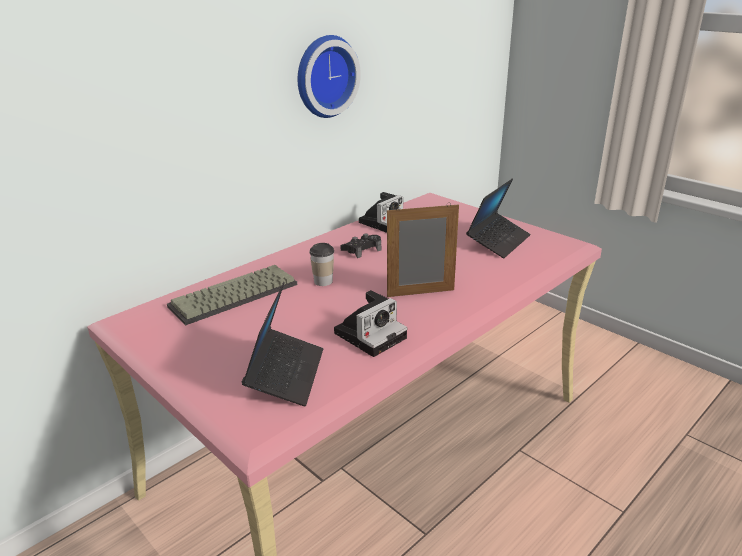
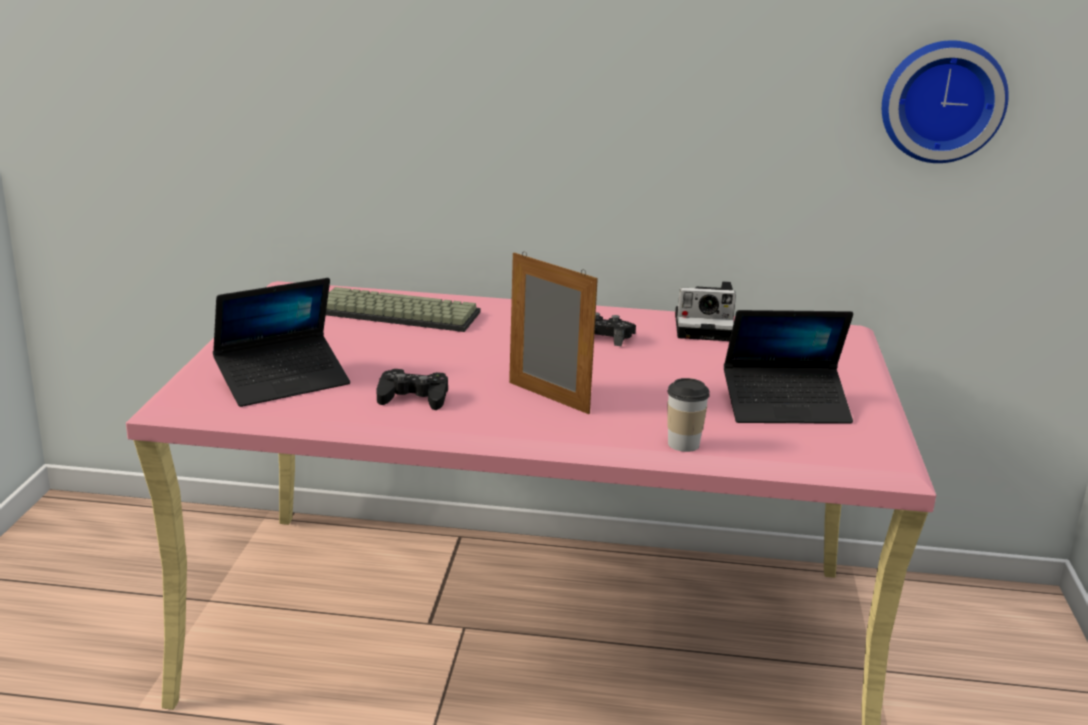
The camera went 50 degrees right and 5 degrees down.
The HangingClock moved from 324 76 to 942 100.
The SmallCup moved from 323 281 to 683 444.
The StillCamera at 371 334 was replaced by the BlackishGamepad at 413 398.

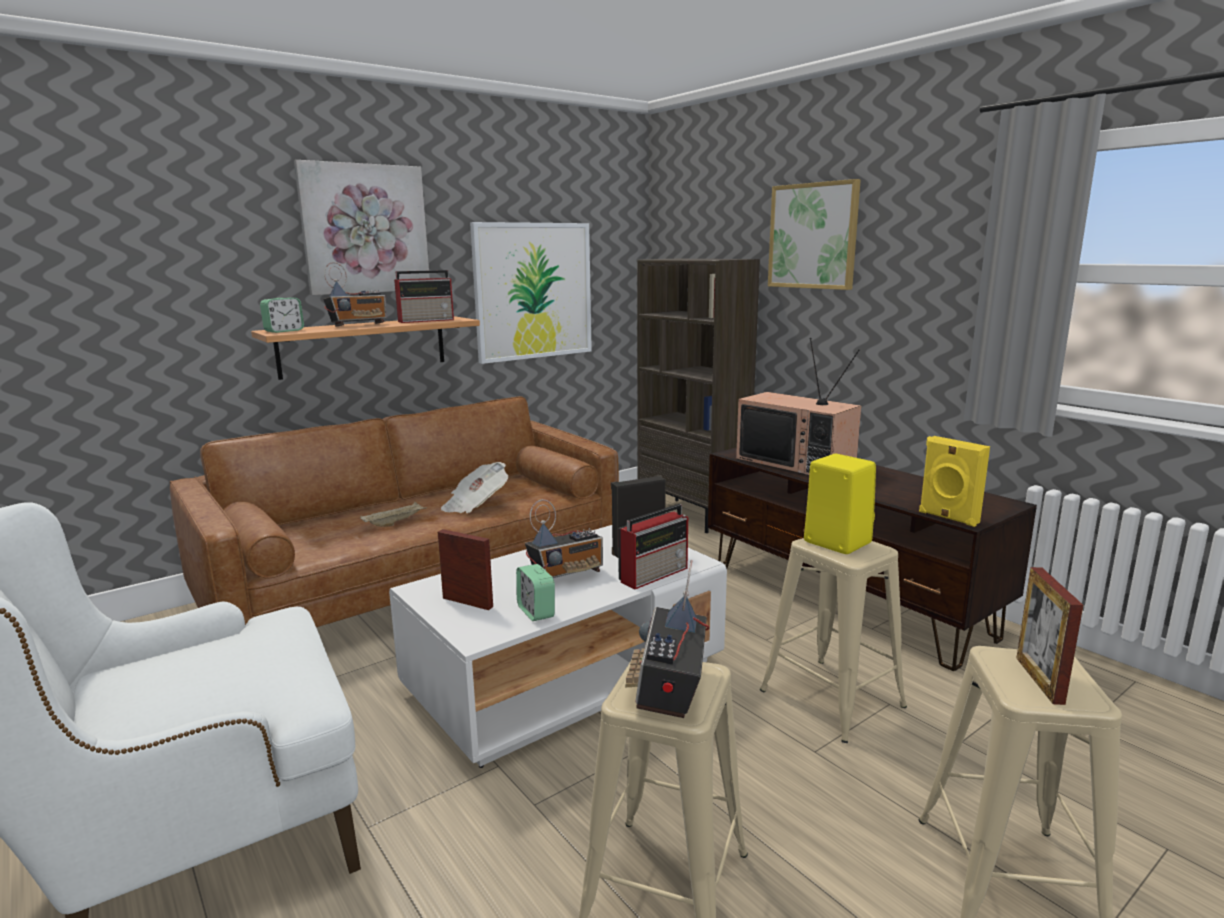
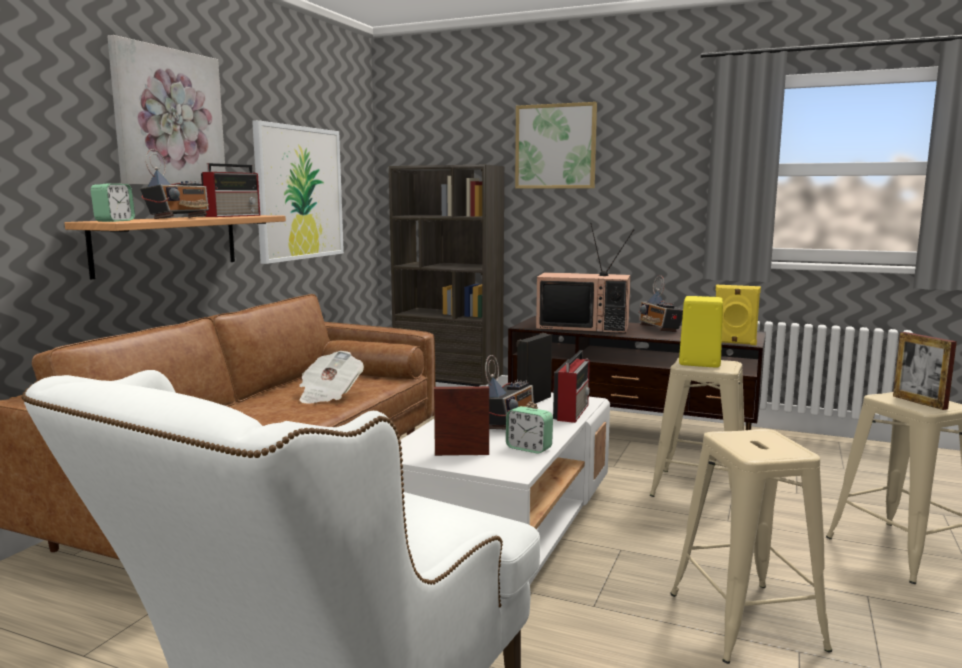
The camera went 30 degrees left and 5 degrees down.
The SandColouredTray at 395 523 disappeared.
The Radio moved from 669 690 to 659 329.

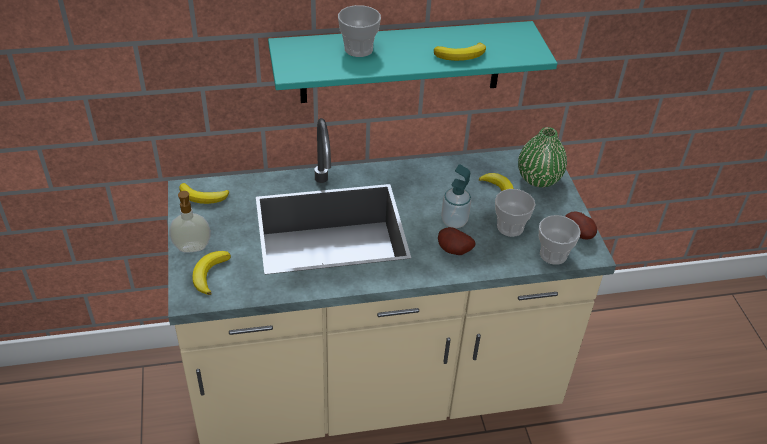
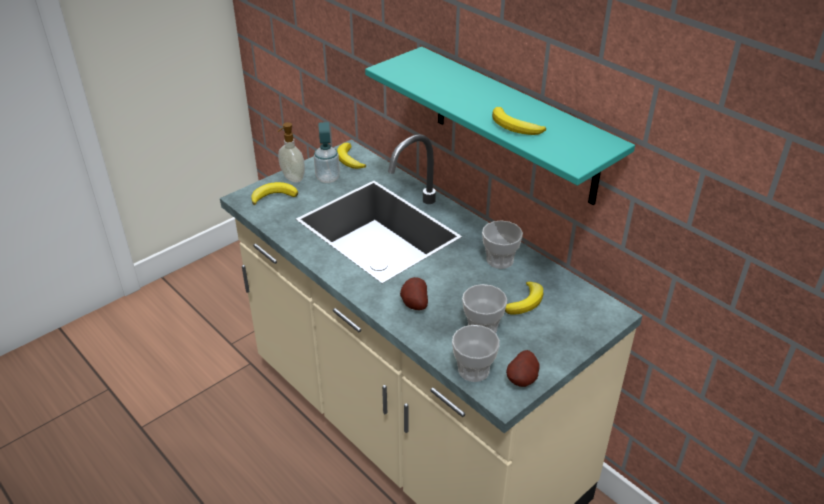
The camera went 60 degrees right and 5 degrees down.
The GreenFlowerVase at 538 179 disappeared.
The SmallCup moved from 358 49 to 500 260.
The SoapBottle moved from 454 221 to 327 178.

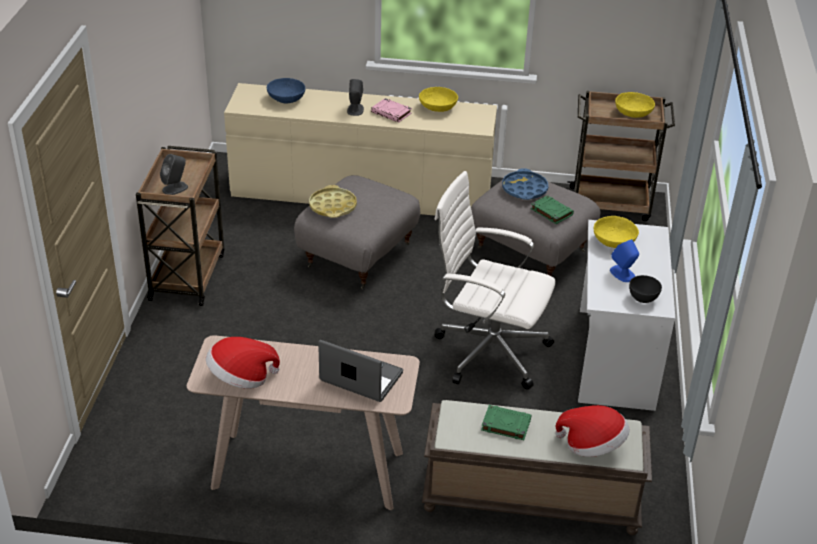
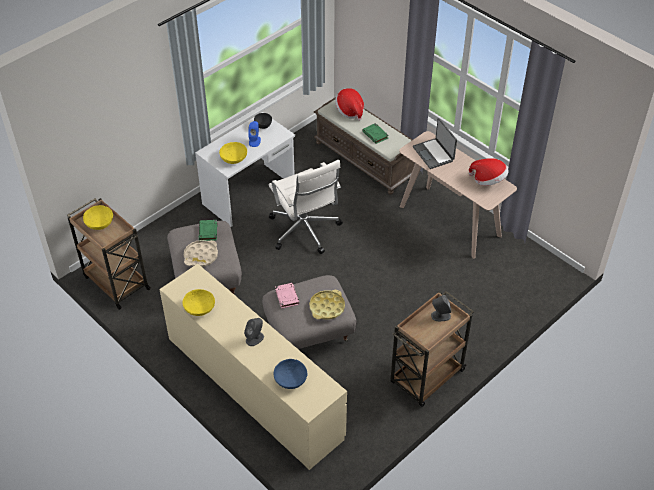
The camera went 140 degrees left and 10 degrees up.
The PinkishVolume moved from 392 113 to 286 296.
The BlueColouredTray at 524 189 became the SandColouredTray at 201 256.

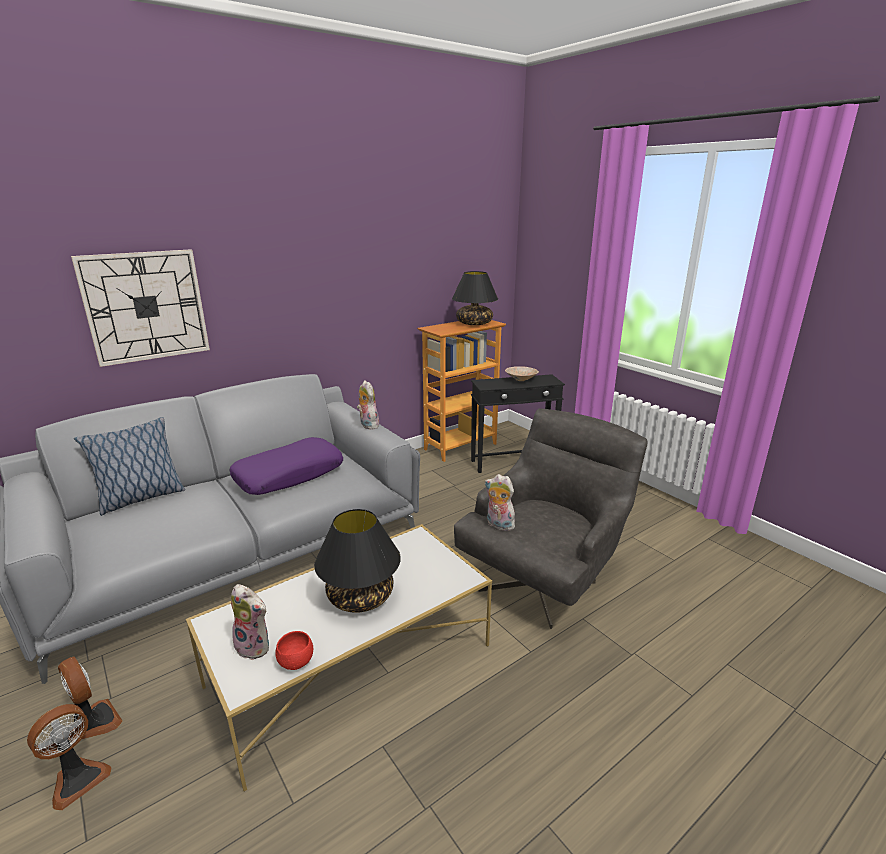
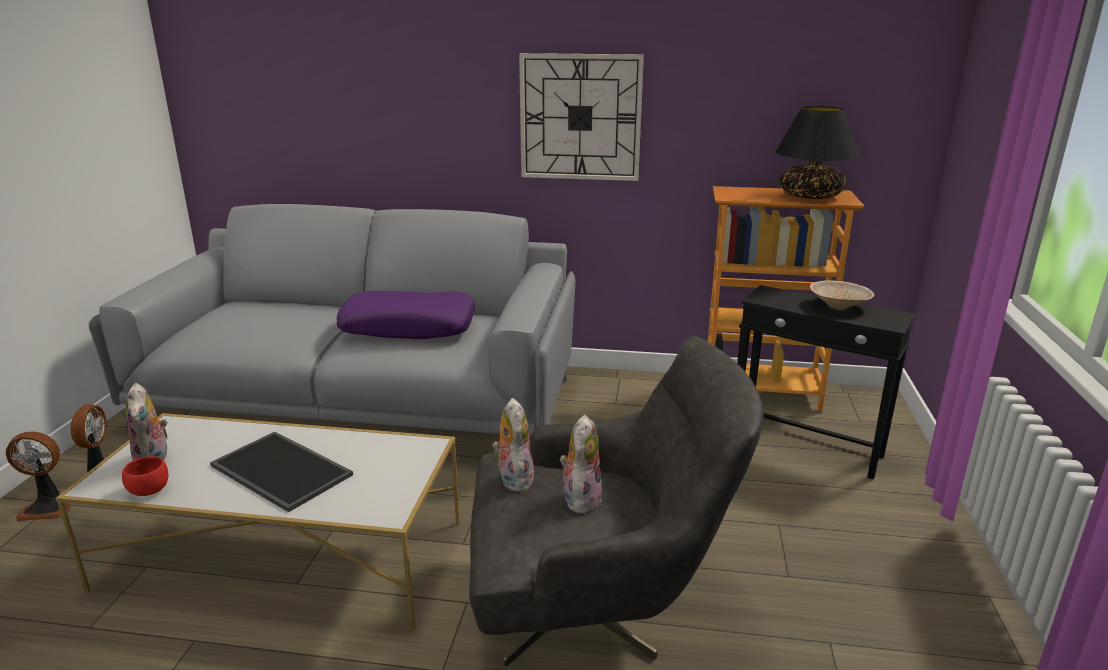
The camera went 45 degrees right and 0 degrees up.
The Cushion at 140 498 disappeared.
The HangingClock moved from 145 306 to 580 117.
The PlushToy moved from 367 425 to 580 498.
The BlackishTabletopLamp at 360 597 was replaced by the Tray at 278 471.

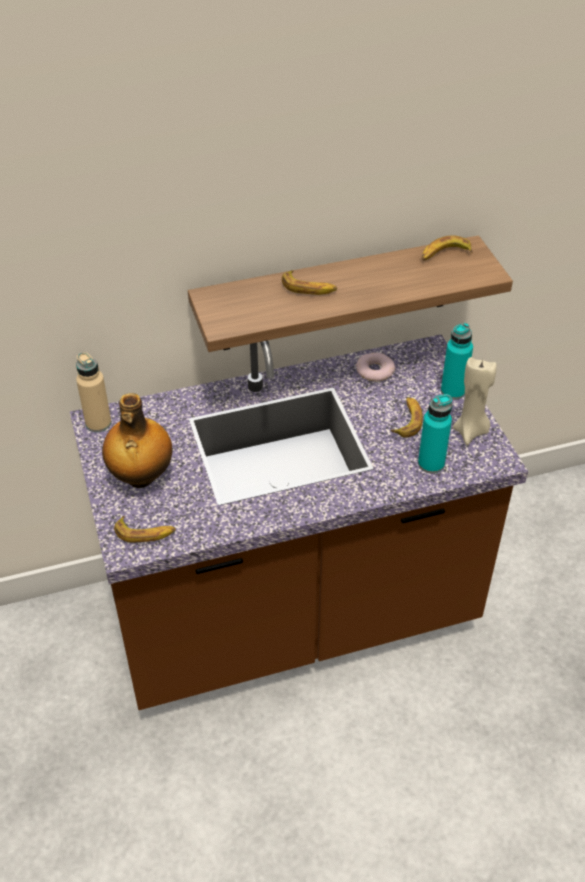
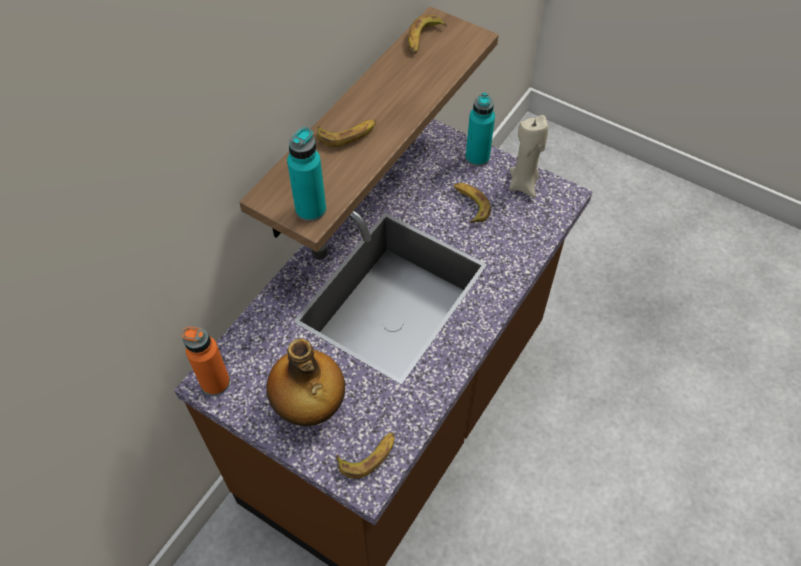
The camera went 40 degrees left and 10 degrees up.
The RingDoughnut at 374 370 disappeared.
The TurquoiseBottle moved from 431 463 to 311 209.
The SandColouredBottle at 98 423 became the OrangeColouredBottle at 215 382.

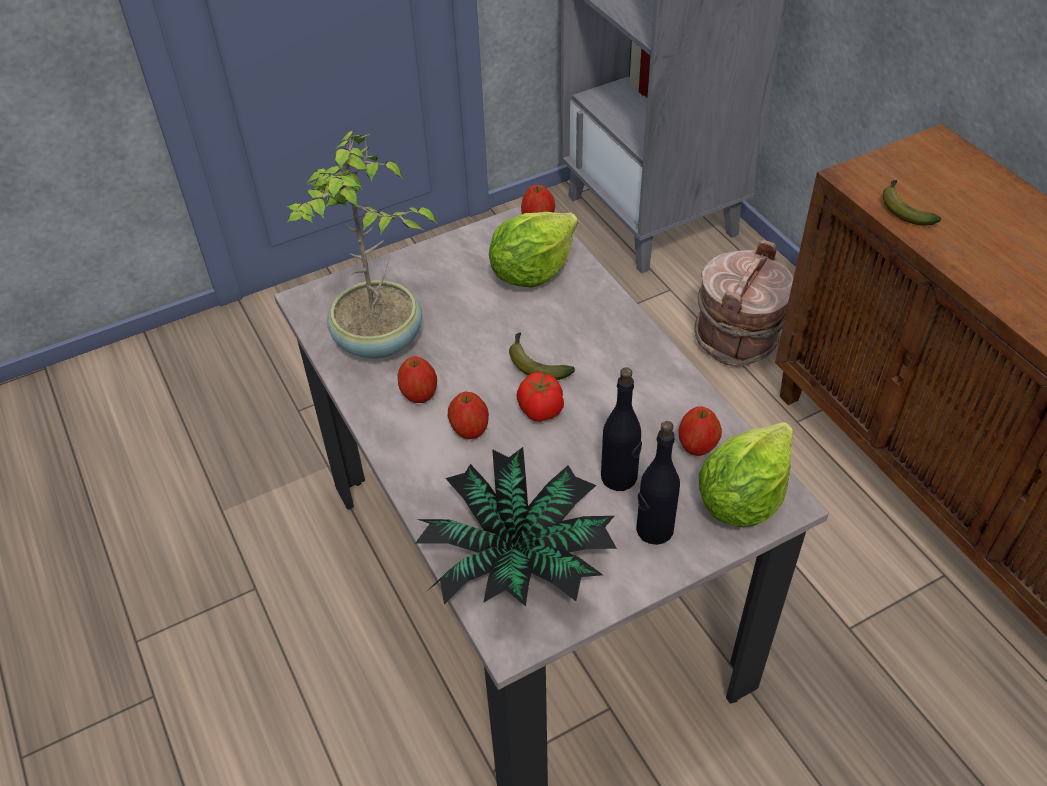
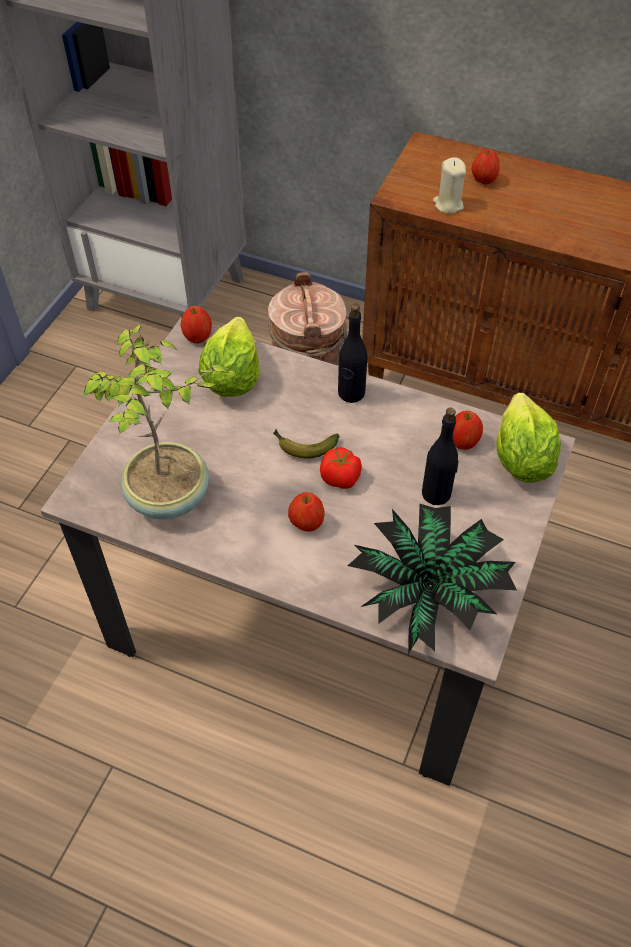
The camera went 40 degrees left and 5 degrees up.
The WholeApple moved from 419 395 to 483 180.
The BlackishBottle moved from 654 529 to 351 393.
The Banana at 904 209 was replaced by the SandColouredWaxLight at 448 205.

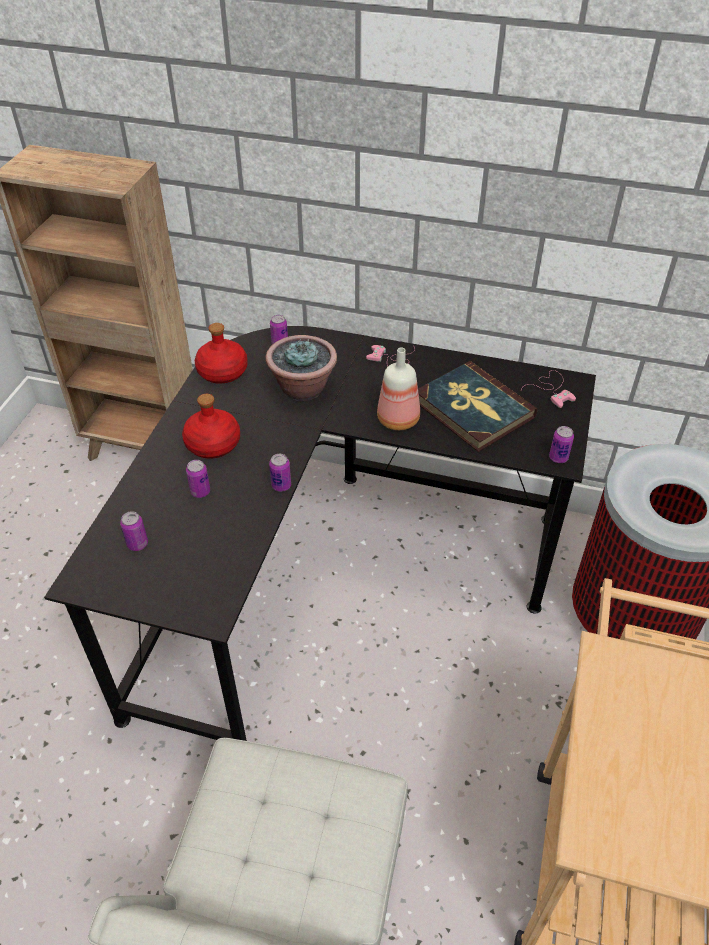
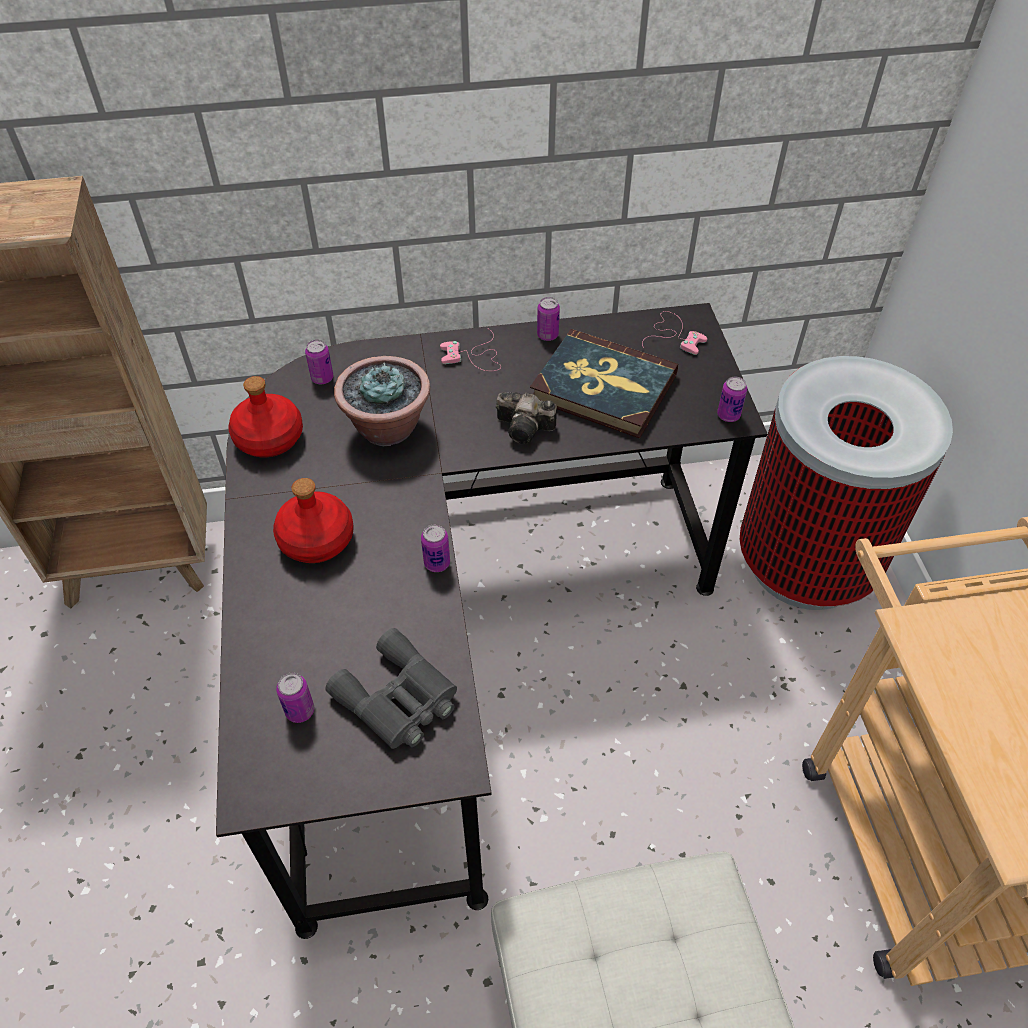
The camera went 25 degrees left and 5 degrees up.
The GrayPairOfBinoculars at 399 700 appeared.
The SealedCan moved from 200 492 to 547 335.
The Bottle at 399 419 was replaced by the StillCamera at 527 428.

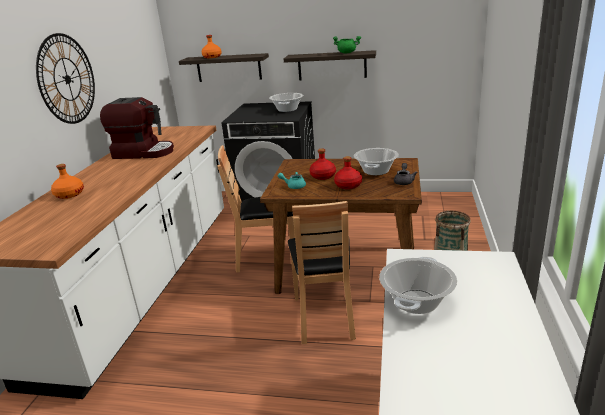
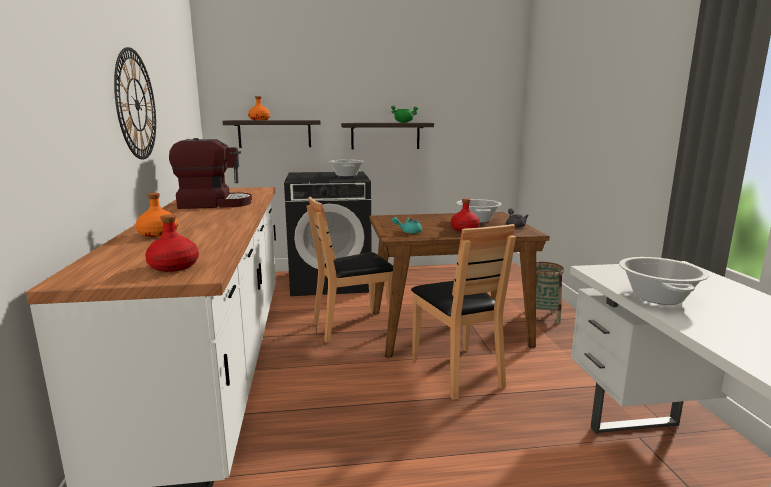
The camera went 20 degrees left and 10 degrees down.
The RedColouredBottle moved from 322 176 to 173 266.

